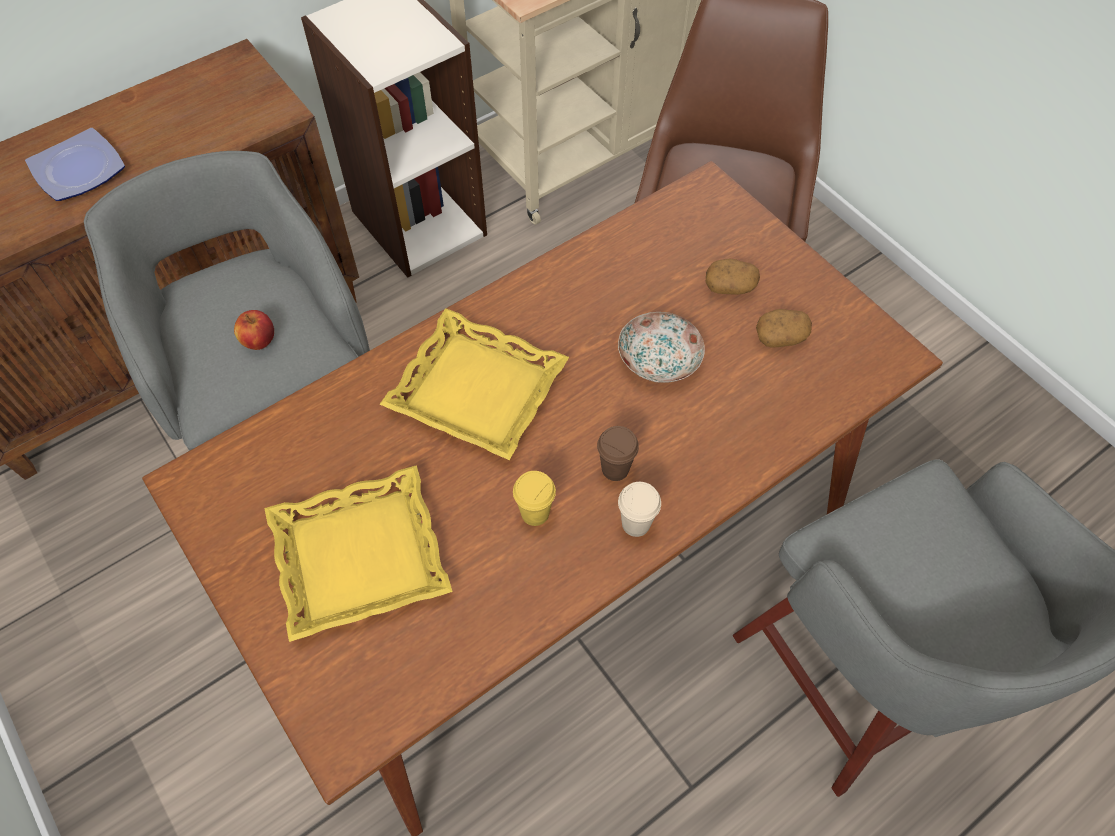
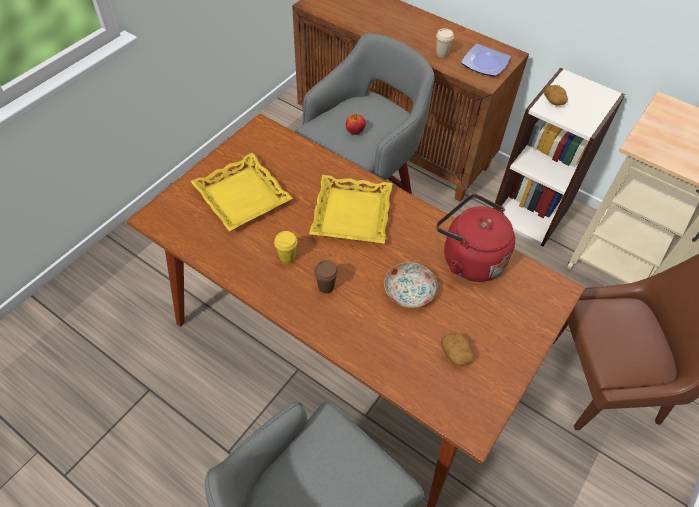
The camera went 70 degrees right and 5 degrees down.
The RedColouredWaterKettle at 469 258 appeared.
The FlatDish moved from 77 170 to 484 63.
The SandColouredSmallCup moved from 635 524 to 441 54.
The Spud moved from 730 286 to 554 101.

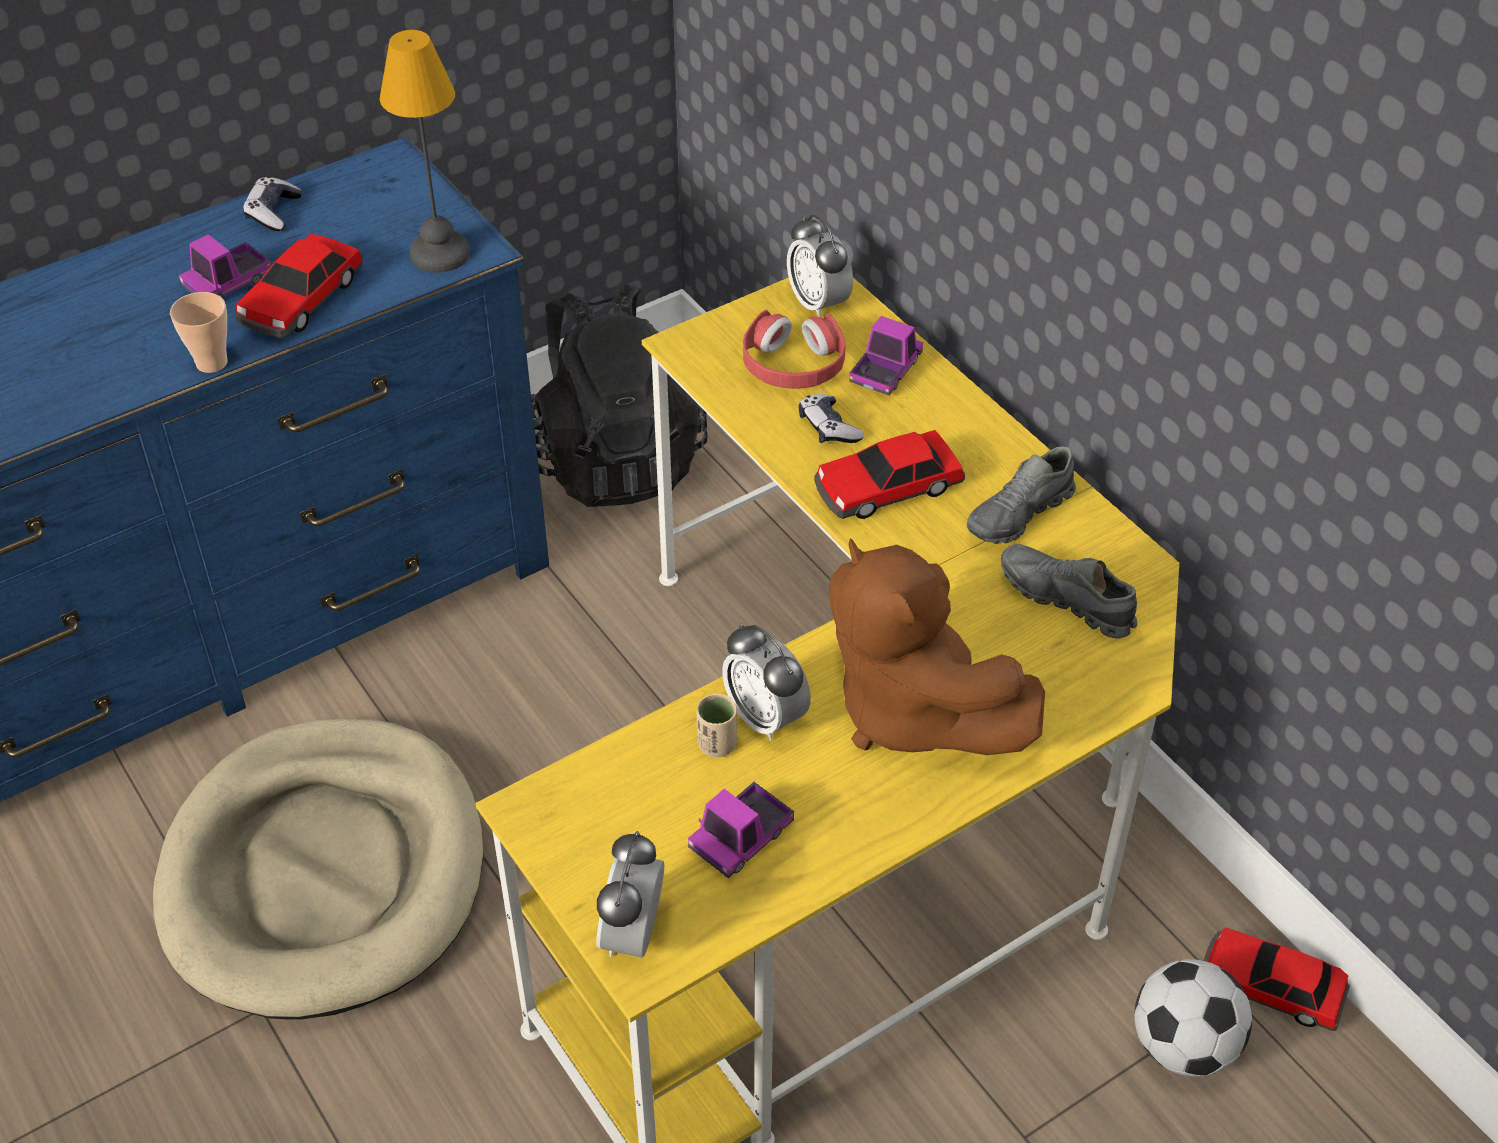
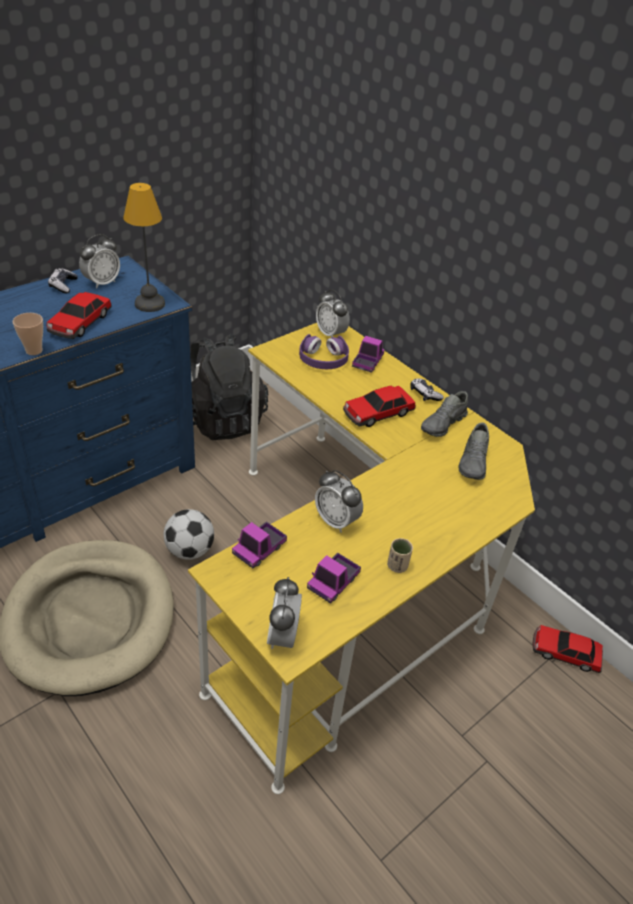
The camera went 10 degrees left and 5 degrees down.
The BrownishPlushToy at 912 710 disappeared.
The AlarmClock at 102 283 appeared.
The ToyTruck moved from 228 283 to 259 549.
The SandColouredSmallCup moved from 717 744 to 397 566.
The Gamepad moved from 828 428 to 424 394.
The Football moved from 1184 1046 to 190 550.
The RedColouredHeadset at 793 364 became the PurpleColouredHeadset at 323 359.
The GrayShoe at 1066 600 turned 105 degrees counterclockwise.

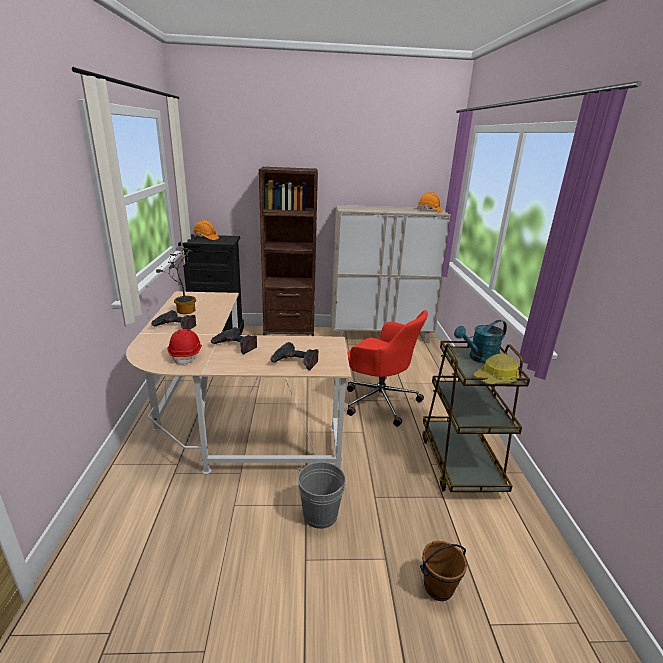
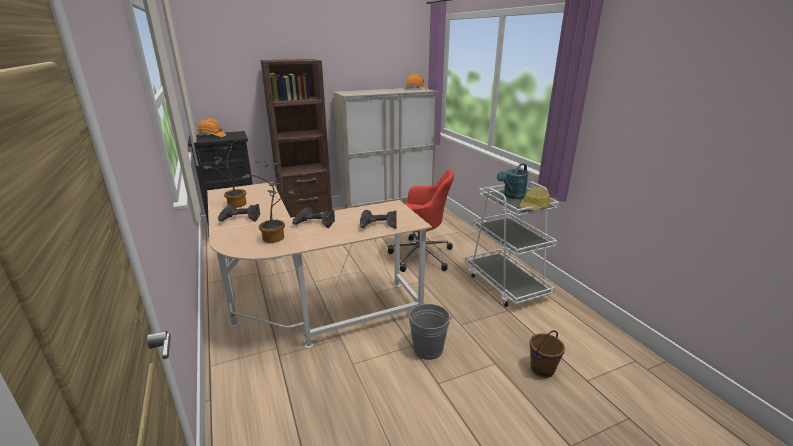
The camera went 20 degrees left and 0 degrees up.
The RedColouredSafetyHelmet at 186 355 was replaced by the PlantInAPot at 276 238.
The BrownishCart at 460 462 became the WhiteColouredCart at 505 284.

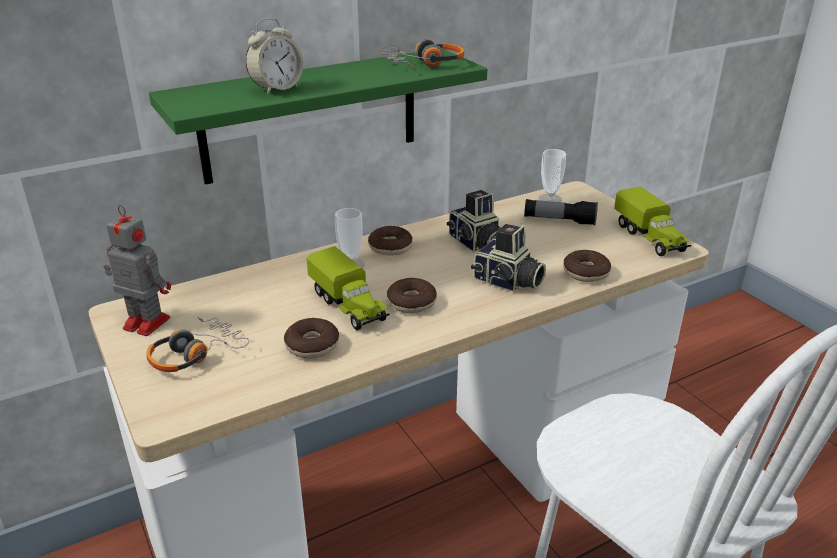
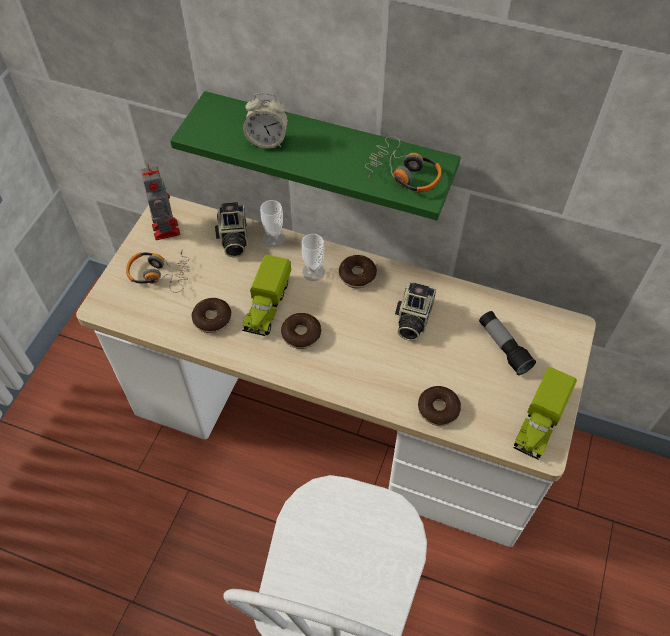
The camera went 50 degrees right and 25 degrees up.
The StillCamera moved from 507 282 to 233 239.
The SmallCup moved from 550 199 to 274 238.

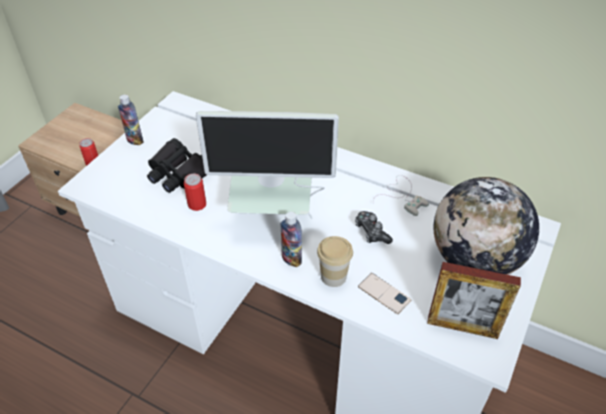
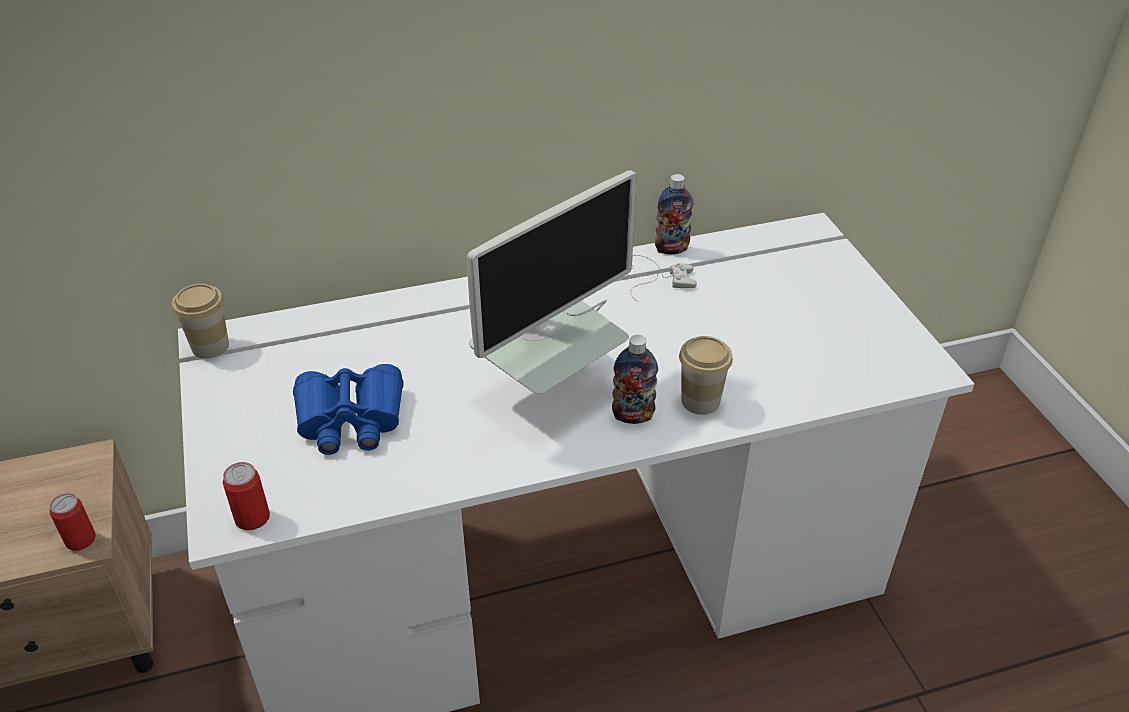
The camera went 45 degrees left and 5 degrees down.
The Gamepad at 371 232 disappeared.
The Phone at 384 293 disappeared.
The StandingFrame at 462 327 disappeared.
The DeskGlobe at 475 260 disappeared.
The SmallCup at 210 346 appeared.
The Bottle moved from 135 140 to 671 249.
The SealedCan moved from 197 204 to 252 518.
The BlackishPairOfBinoculars at 178 173 became the BlueColouredPairOfBinoculars at 350 420.

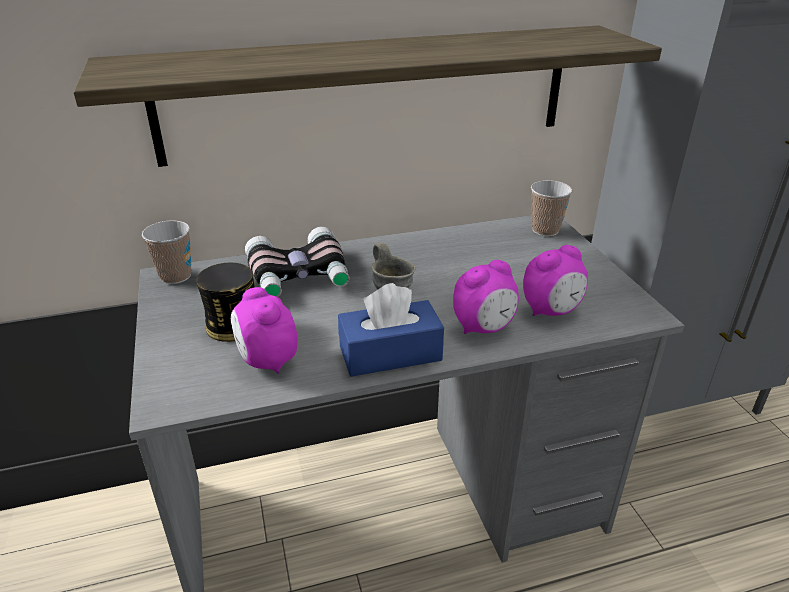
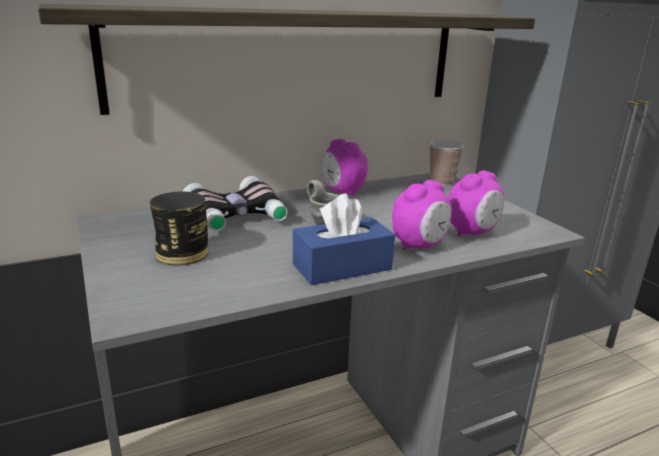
The camera went 10 degrees left and 10 degrees down.
The SmallCup at 175 276 disappeared.
The AlarmClock moved from 267 361 to 342 192.

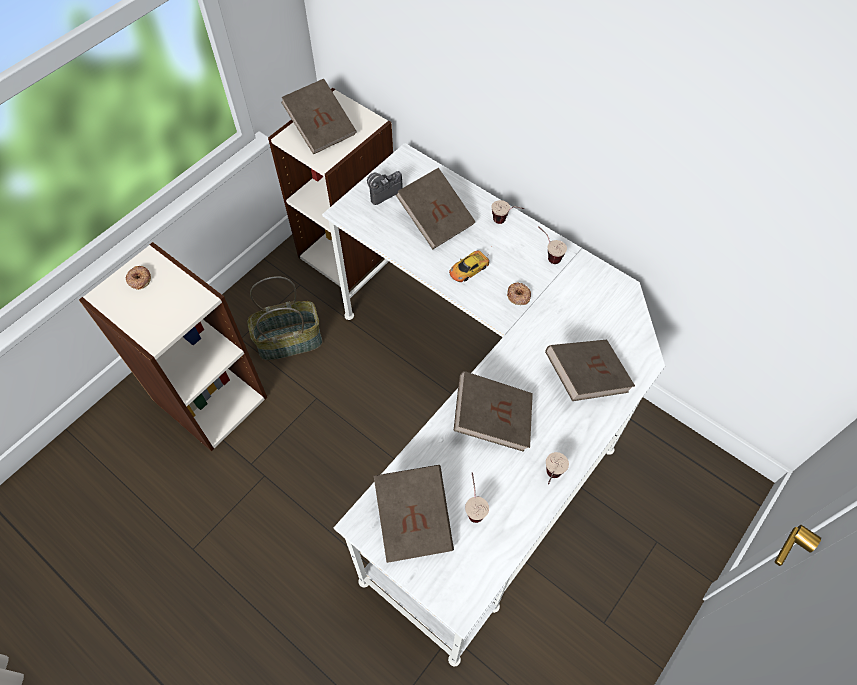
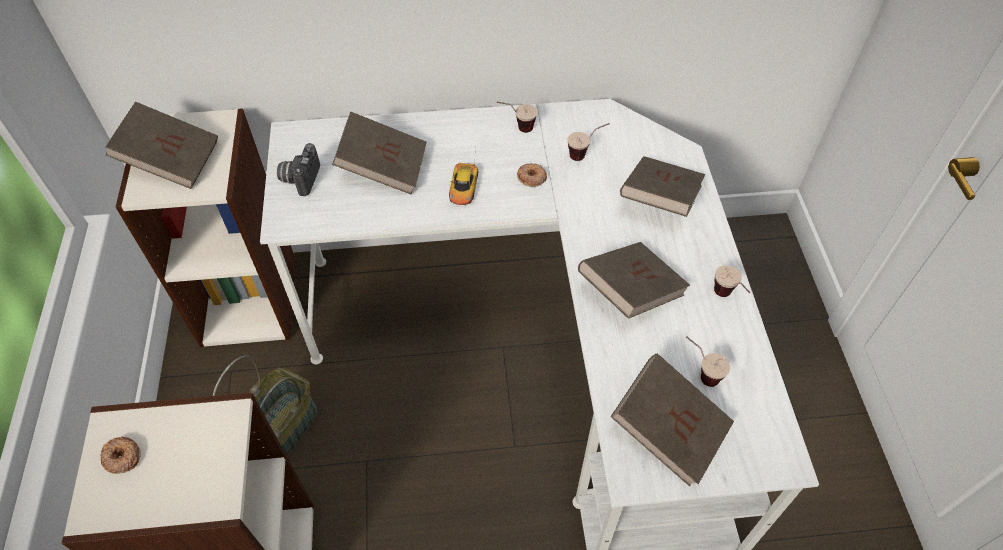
The camera went 45 degrees left and 5 degrees down.
The SmallCup moved from 505 222 to 586 154.

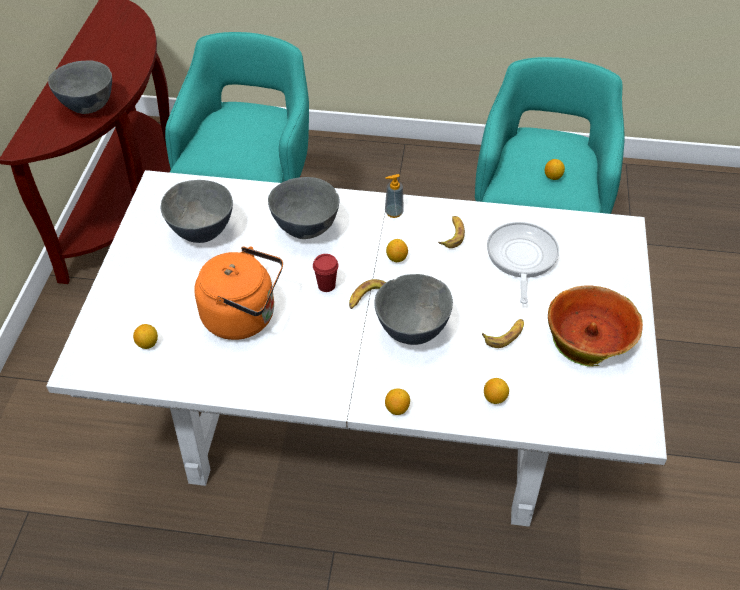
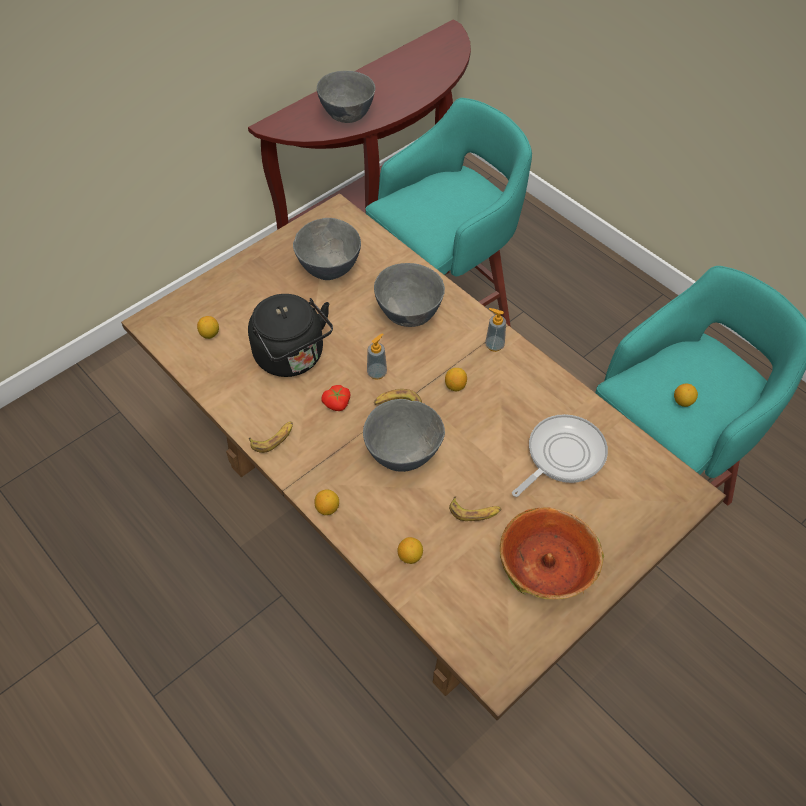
The camera went 40 degrees right and 5 degrees up.
The Tomato at 337 404 appeared.
The Banana moved from 452 234 to 273 438.
The RedColouredSmallCup at 326 285 was replaced by the SoapBottle at 377 373.
The WhiteColouredDinnerTable at 367 419 became the BrownishDinnerTable at 401 513.
The OrangeColouredWaterKettle at 244 317 became the BlackishWaterKettle at 293 358.

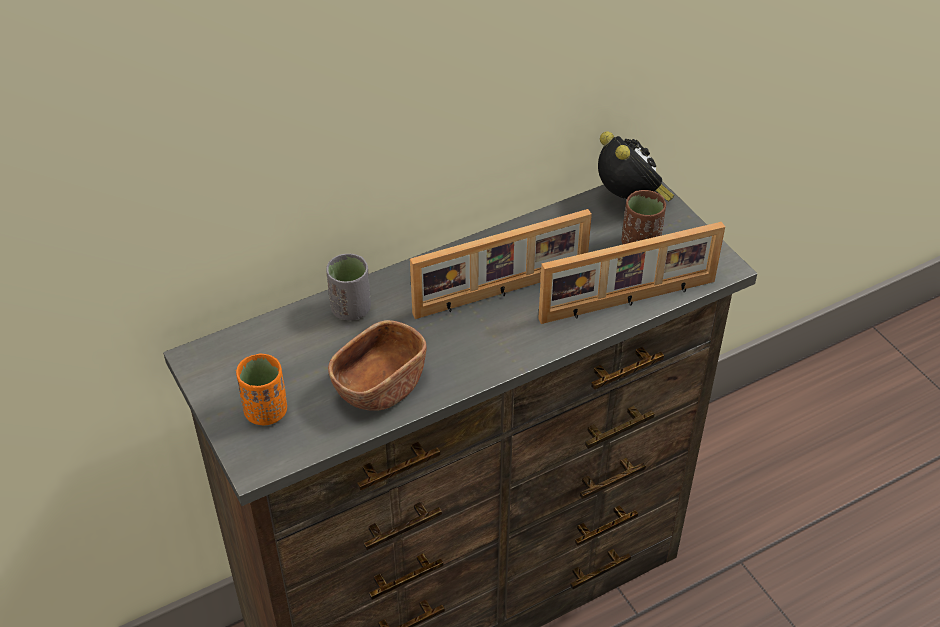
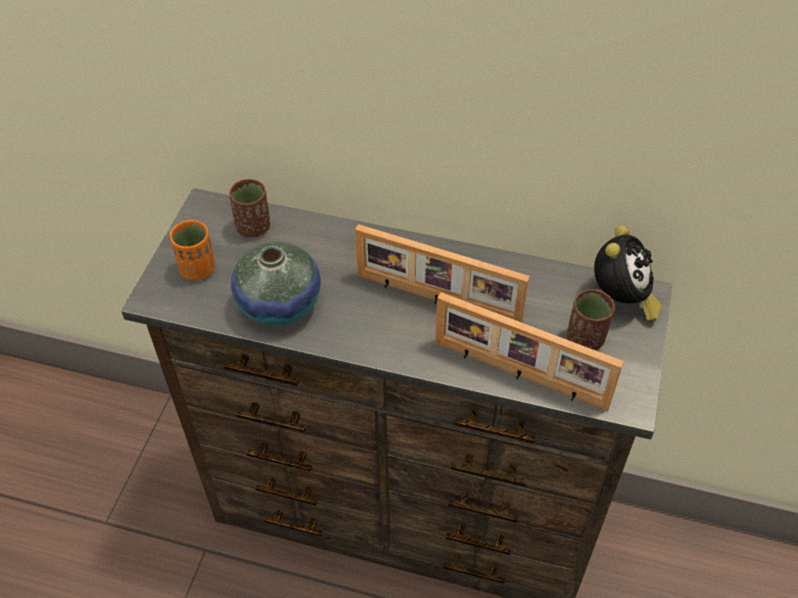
The camera went 45 degrees right and 5 degrees up.
The GraySmallCup at 351 309 disappeared.
The BrownishSmallCup at 253 227 appeared.
The BrownishBowl at 379 386 was replaced by the FlowerVase at 279 304.

